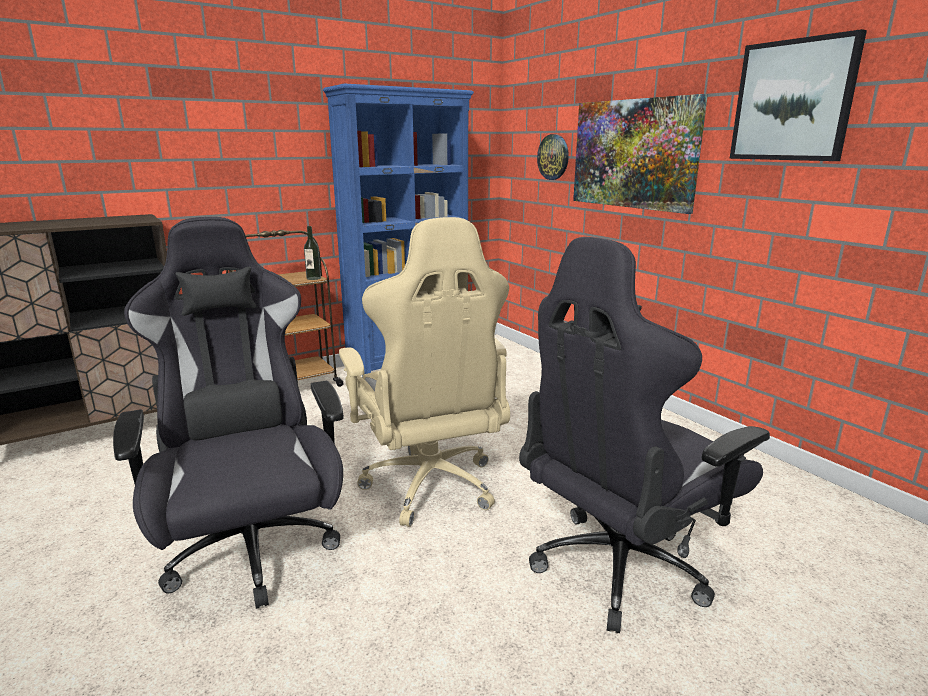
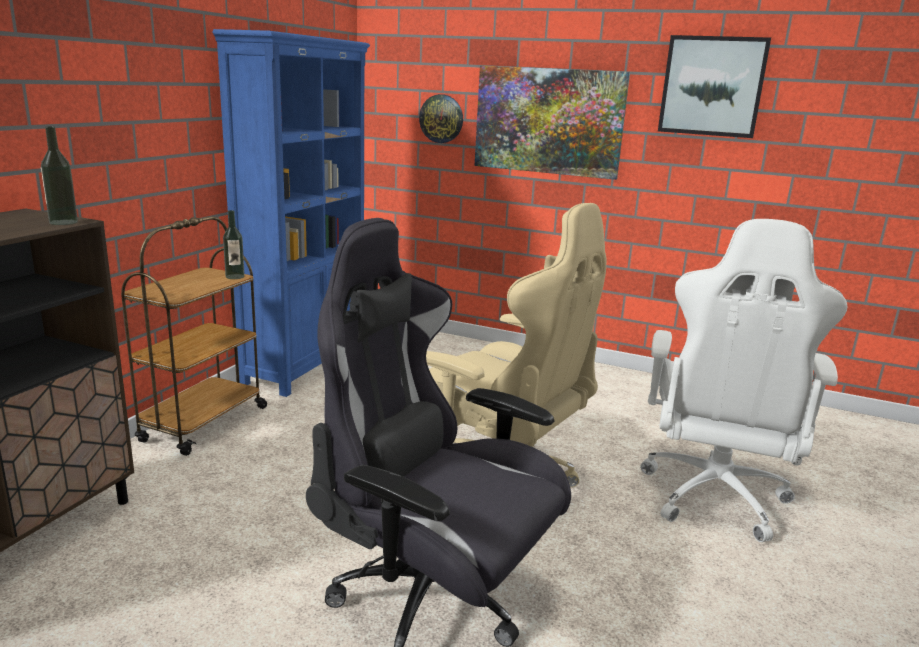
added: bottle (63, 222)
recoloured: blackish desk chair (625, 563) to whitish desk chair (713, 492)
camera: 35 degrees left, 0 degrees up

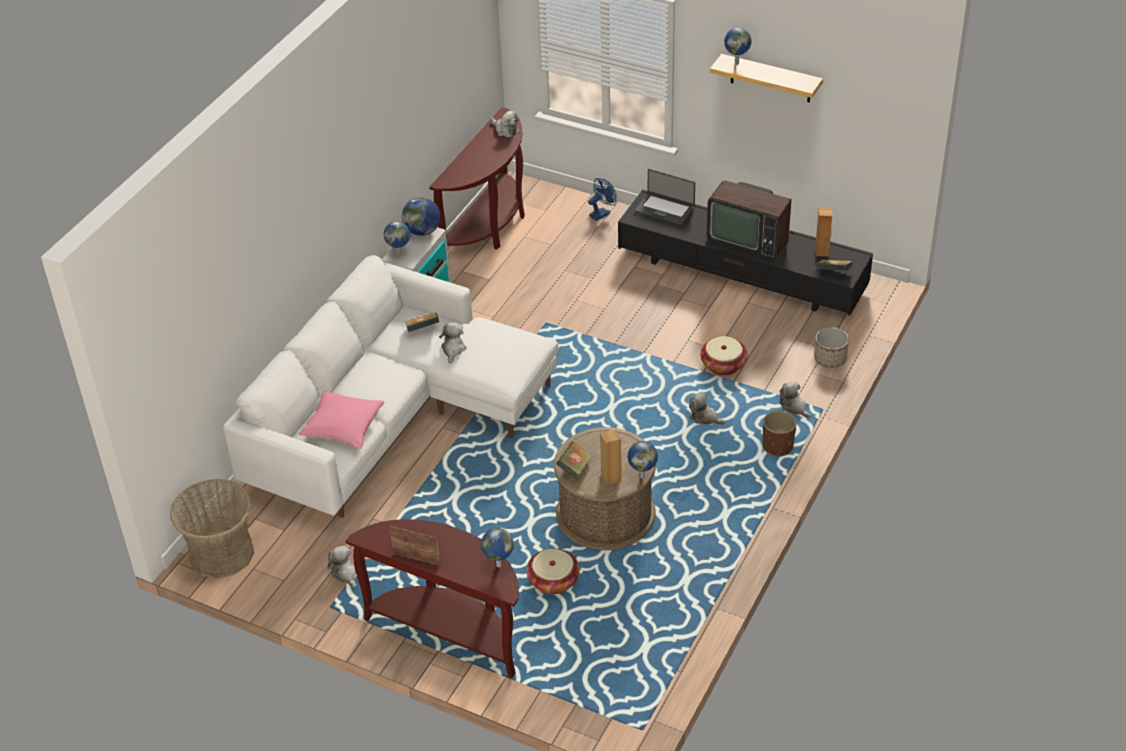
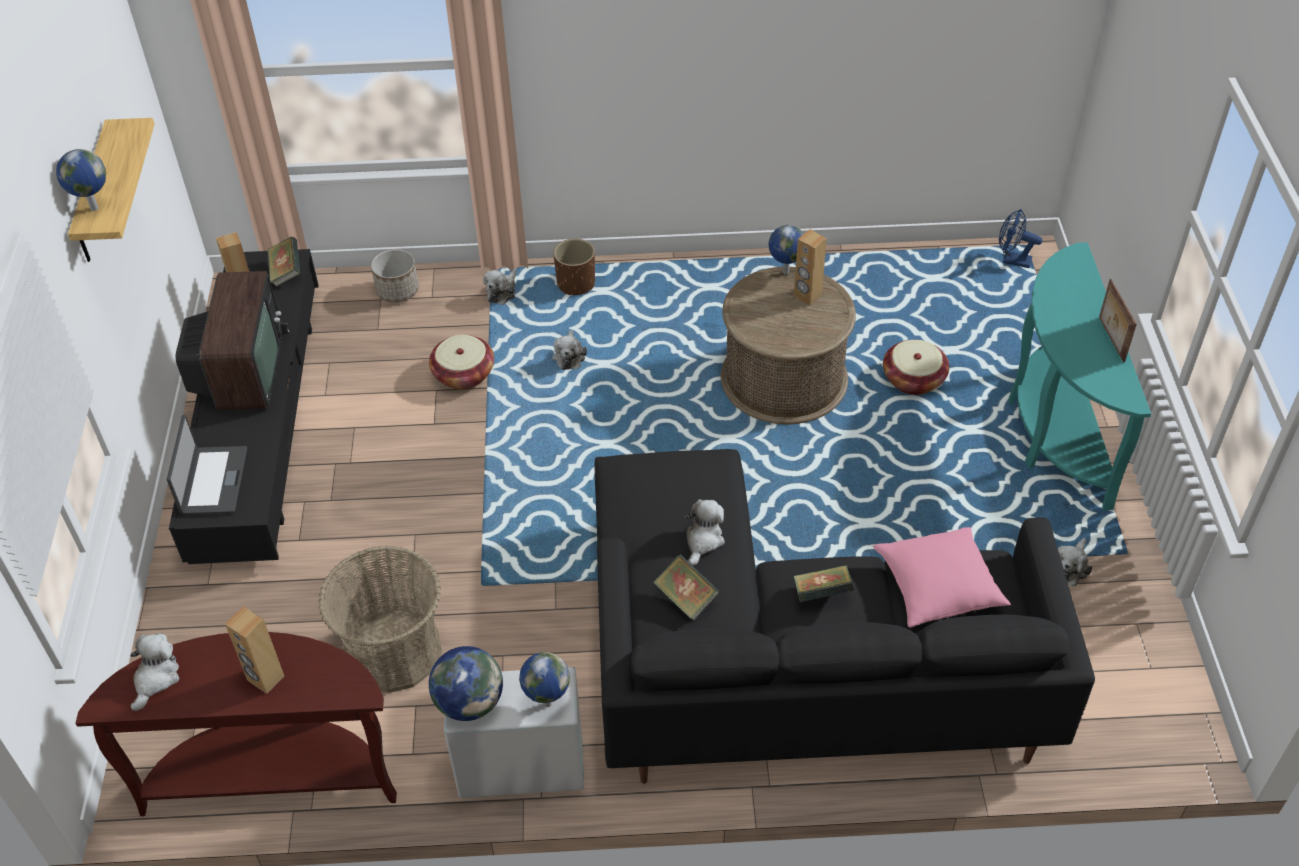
removed: world globe (498, 564)
added: brownish audio speaker (265, 678)
moved: basket (221, 553) to (394, 651); book (574, 468) to (822, 594); bluish fan (602, 213) to (1012, 260)
recoloured: whitish settee (393, 419) to blackish settee (788, 663); brownish console table (450, 631) to blue-green console table (1054, 430)
turned: soft toy (453, 349) = (703, 540) 135 degrees clockwise
camera: 120 degrees left, 5 degrees up

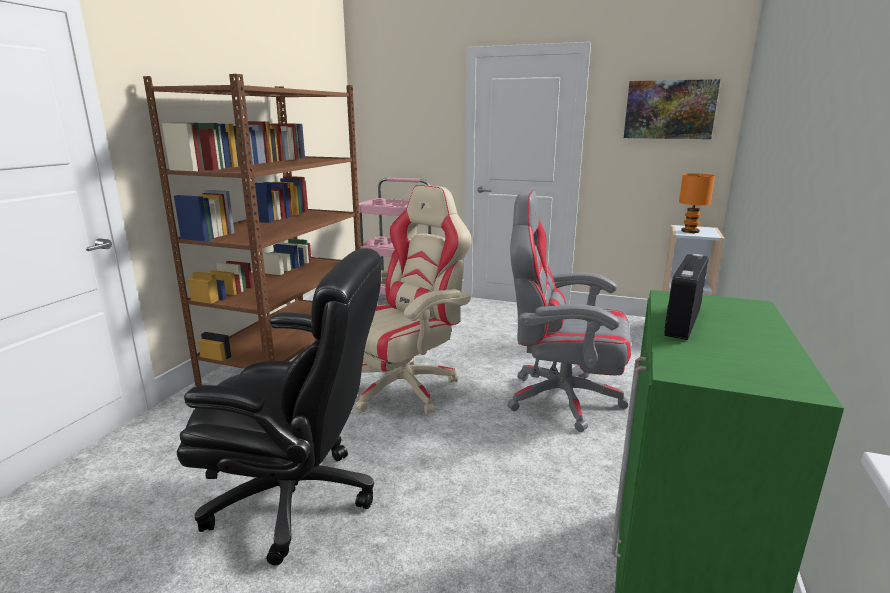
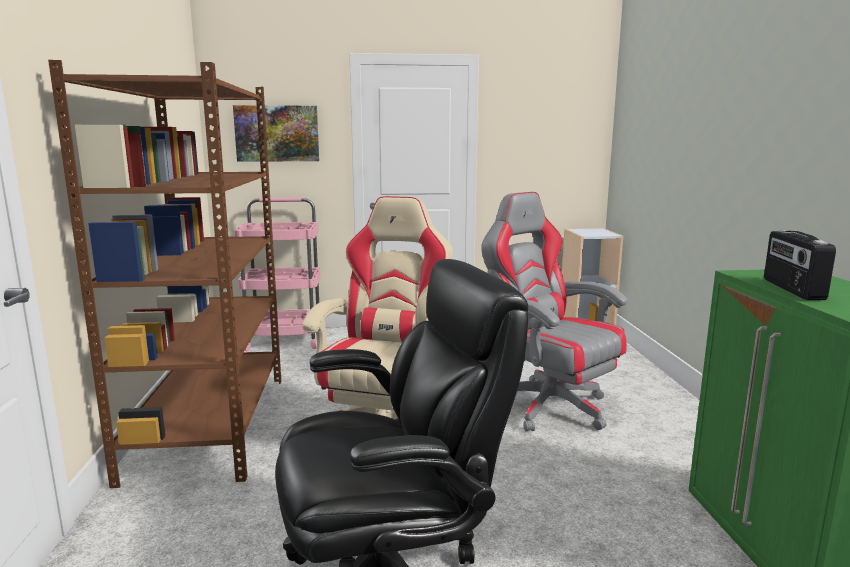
removed: orangey table lamp (690, 231)
moved: wall art (669, 109) to (277, 133)
turned: gray desk chair (563, 399) = (549, 406) 60 degrees clockwise
camera: 25 degrees left, 5 degrees down

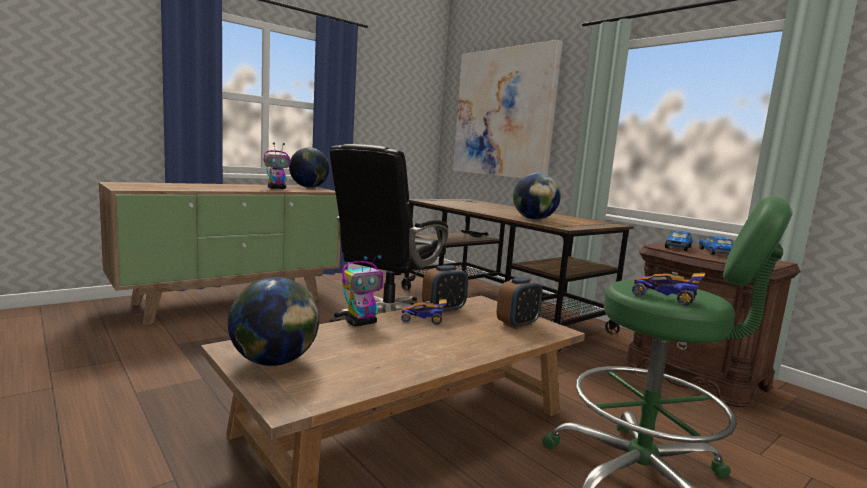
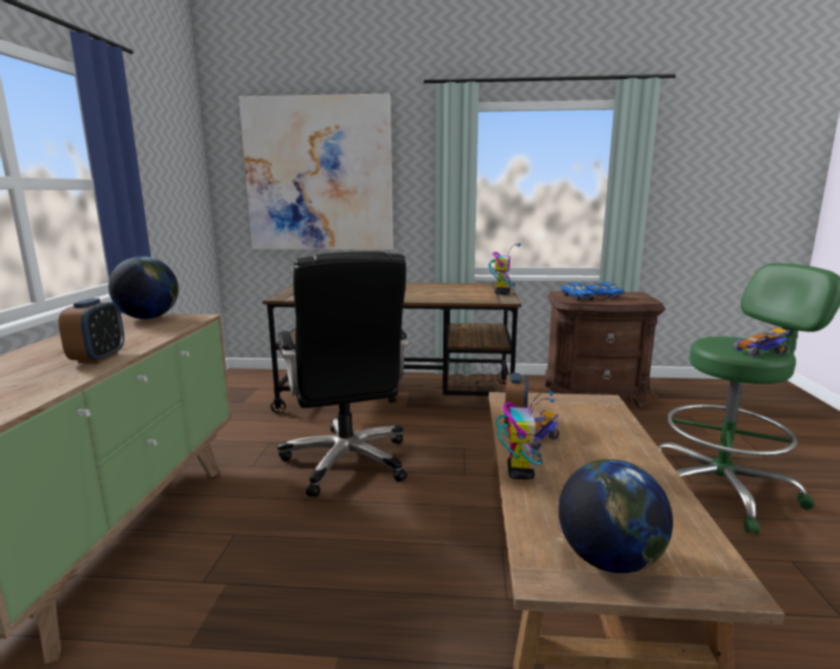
removed: world globe (534, 219)
moved: robot figure (277, 188) to (502, 293); bedside clock (517, 324) to (98, 358)
camera: 45 degrees left, 5 degrees up

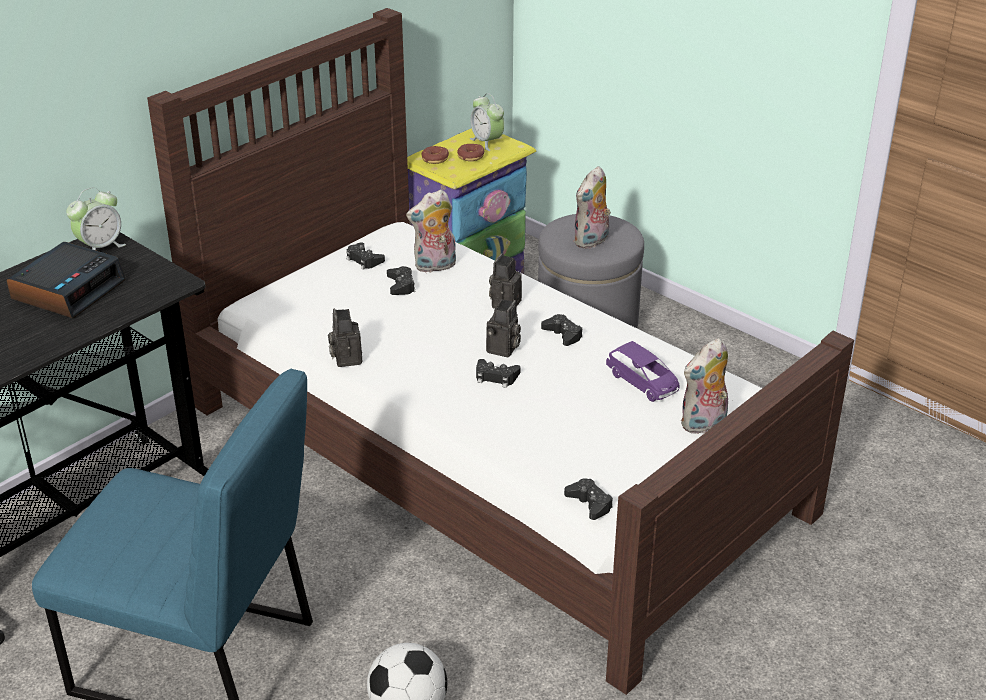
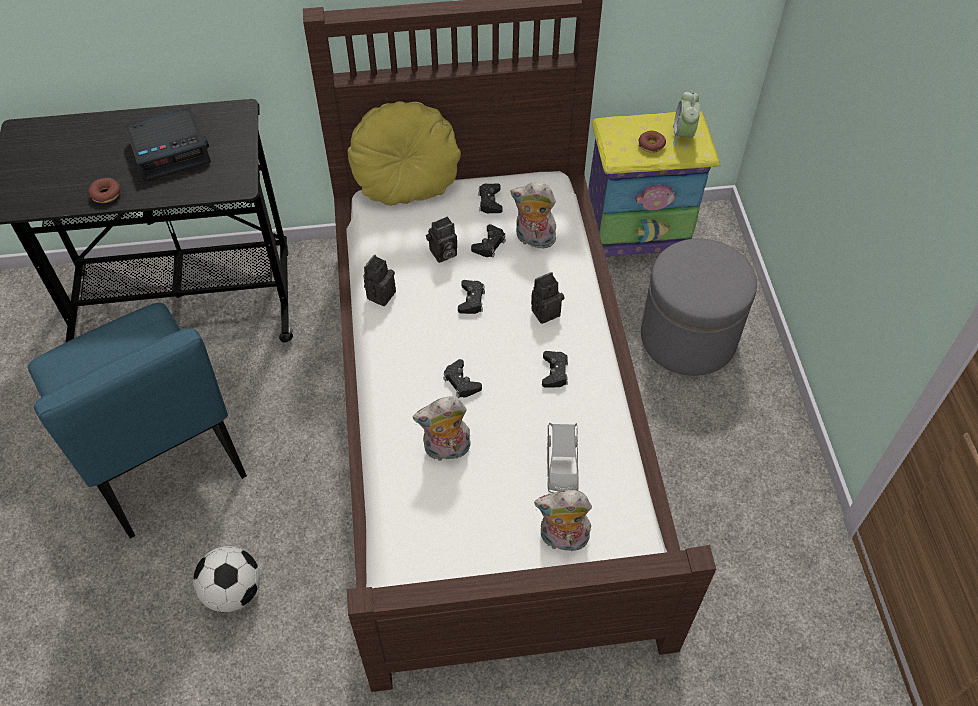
removed: bedside clock (100, 247)
added: yellow-coloured throw pillow (407, 189)
moved: donut (435, 159) to (106, 194); photo camera (503, 350) to (442, 254); blackish joypad (589, 503) to (471, 300); soft toy (592, 241) to (446, 450)
recoloured: purple model car (643, 383) to gray model car (562, 464)
camera: 40 degrees right, 20 degrees up

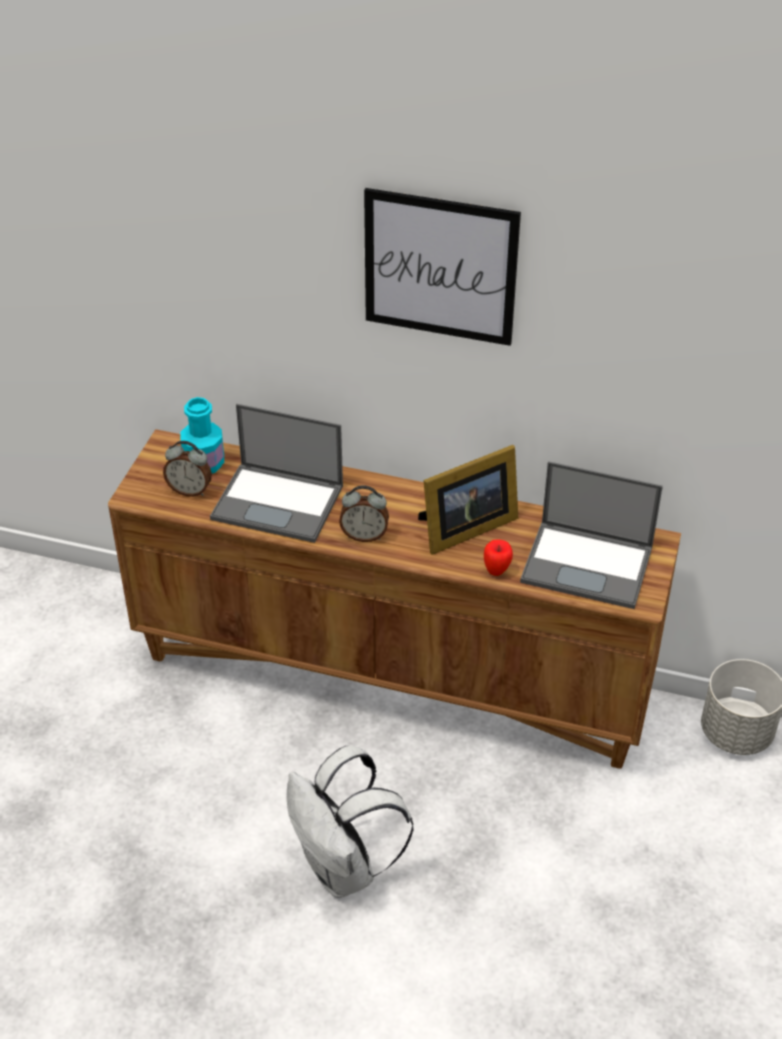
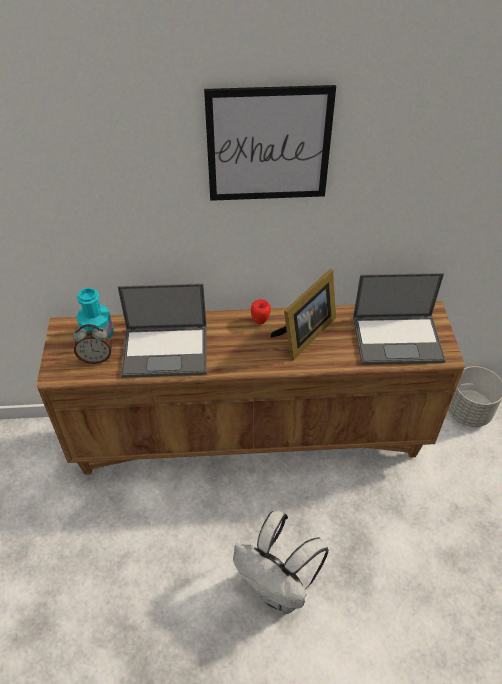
removed: bedside clock (364, 535)
moved: apple fruit (496, 571) to (260, 321)
camera: 20 degrees left, 5 degrees up

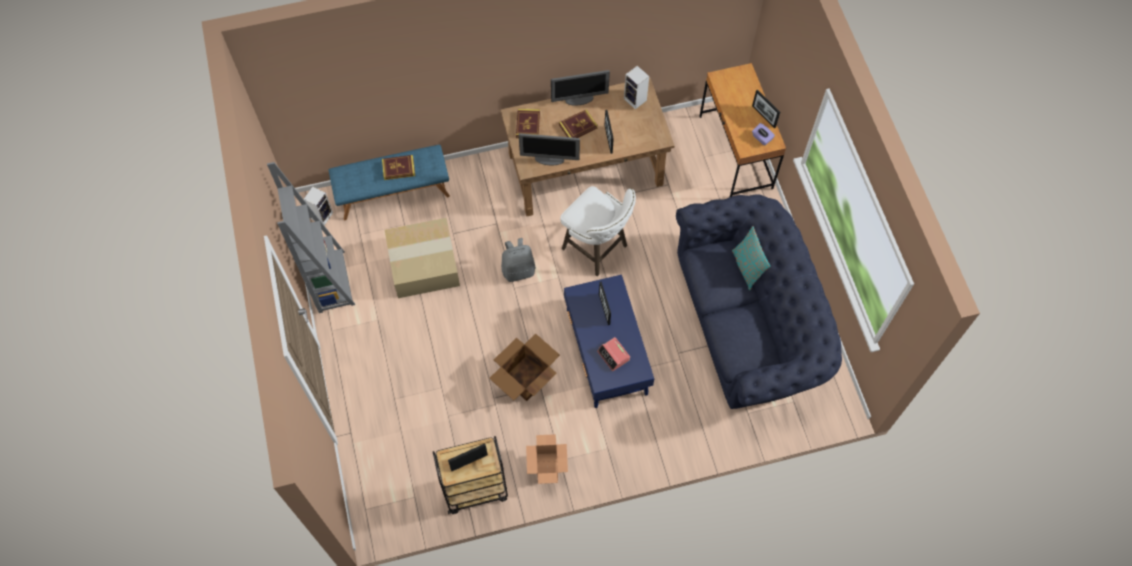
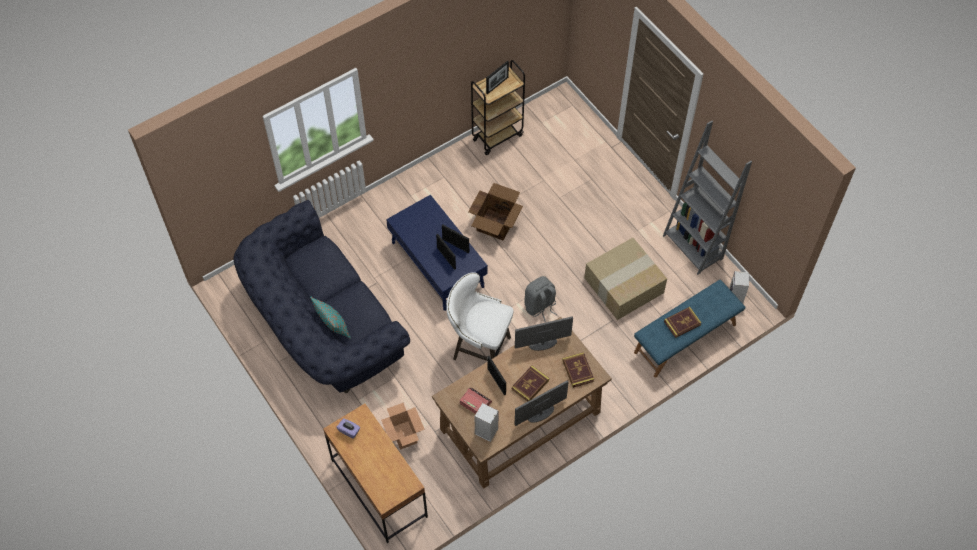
moved: packing box (547, 467) to (404, 435); bedside clock (613, 355) to (475, 402); standing frame (763, 116) to (455, 245)
camera: 160 degrees right, 5 degrees down

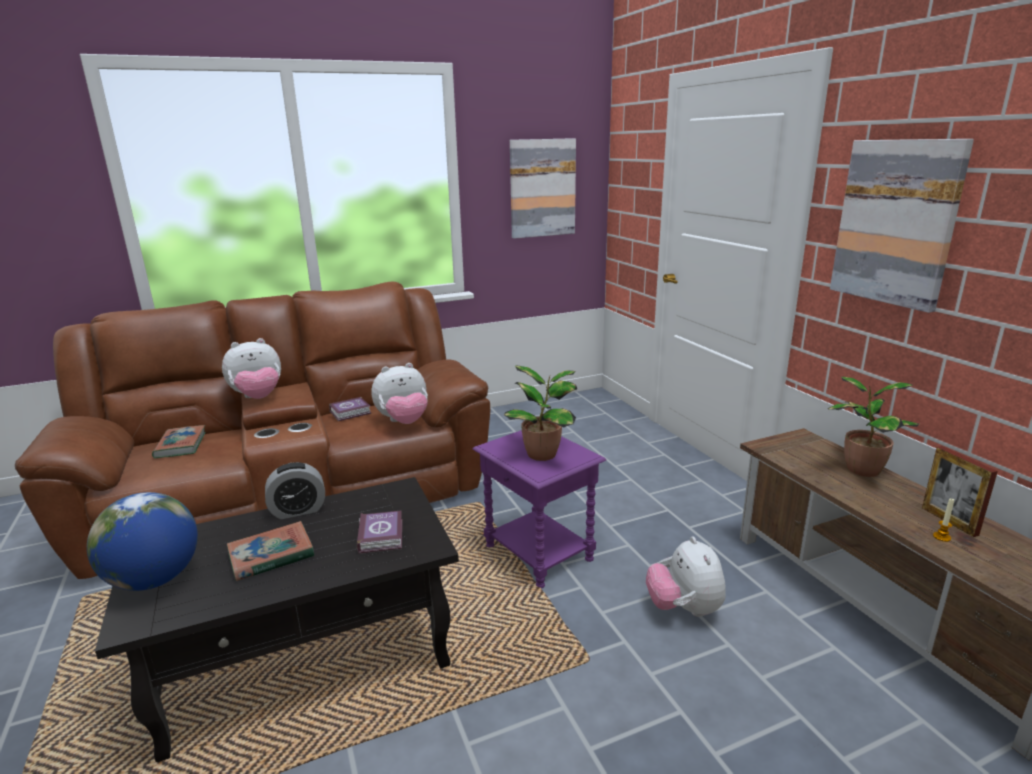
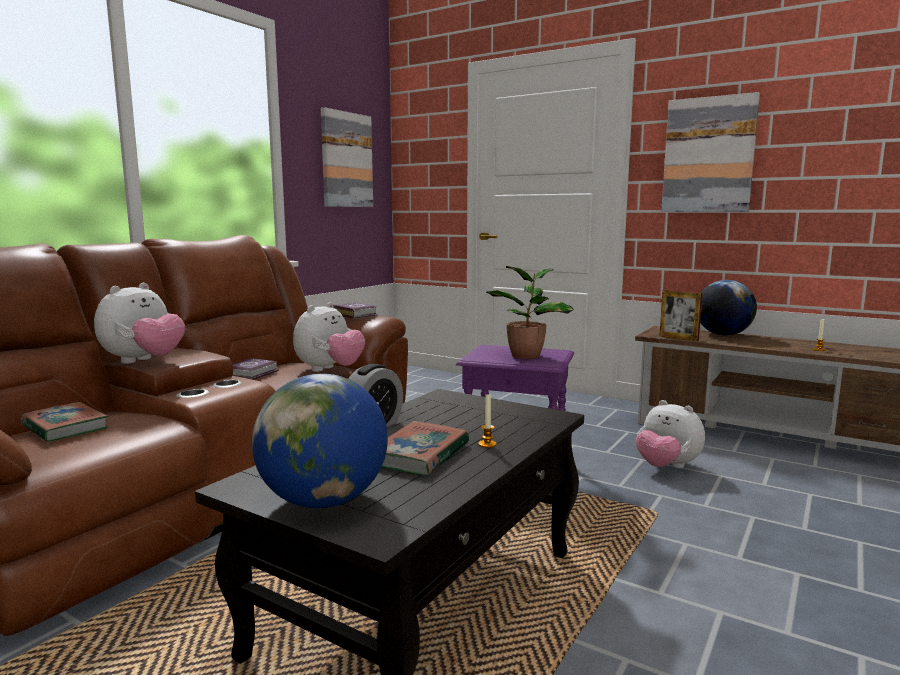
added: candle (487, 444)
moved: book (382, 535) to (354, 314); standing frame (949, 521) to (678, 338)
replaced: houseplant (860, 469) to world globe (723, 335)
camera: 35 degrees left, 10 degrees down

